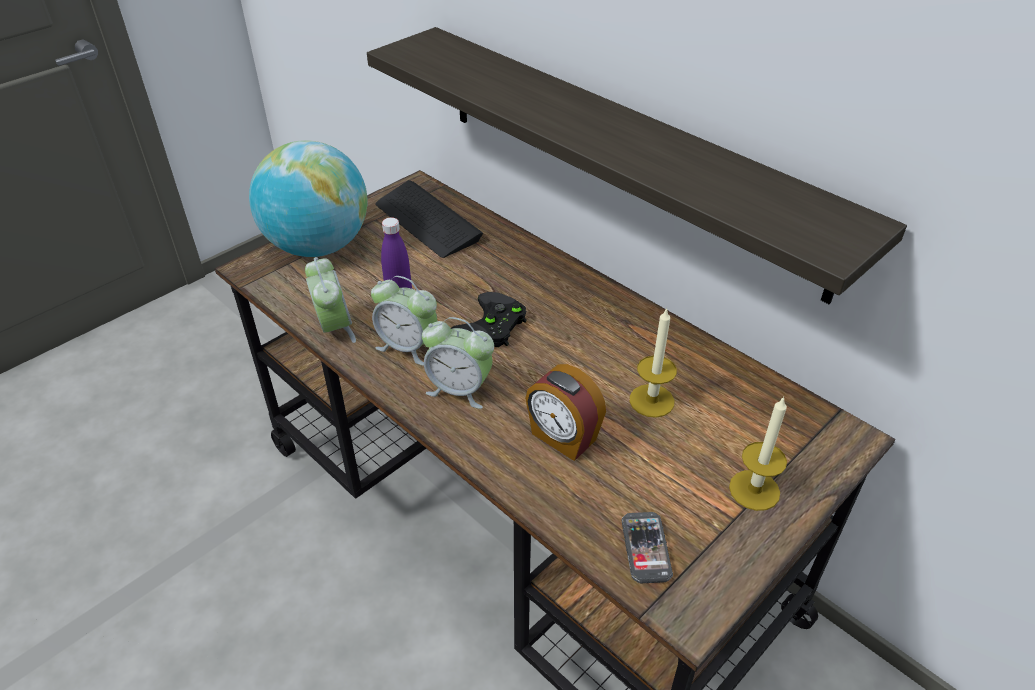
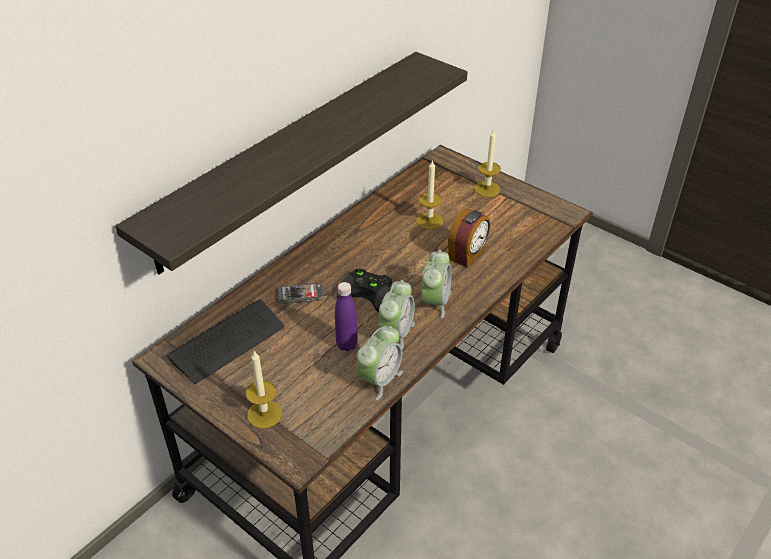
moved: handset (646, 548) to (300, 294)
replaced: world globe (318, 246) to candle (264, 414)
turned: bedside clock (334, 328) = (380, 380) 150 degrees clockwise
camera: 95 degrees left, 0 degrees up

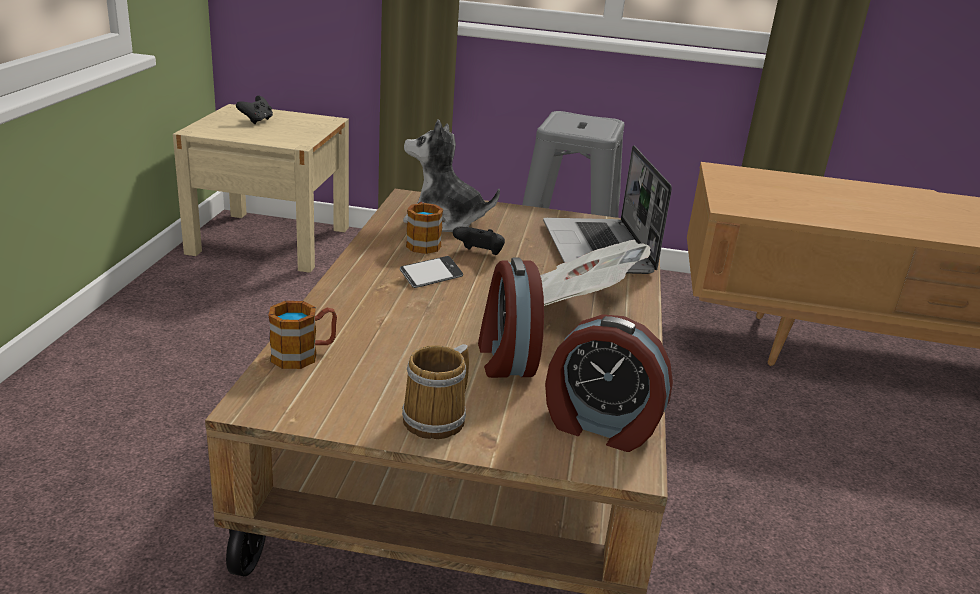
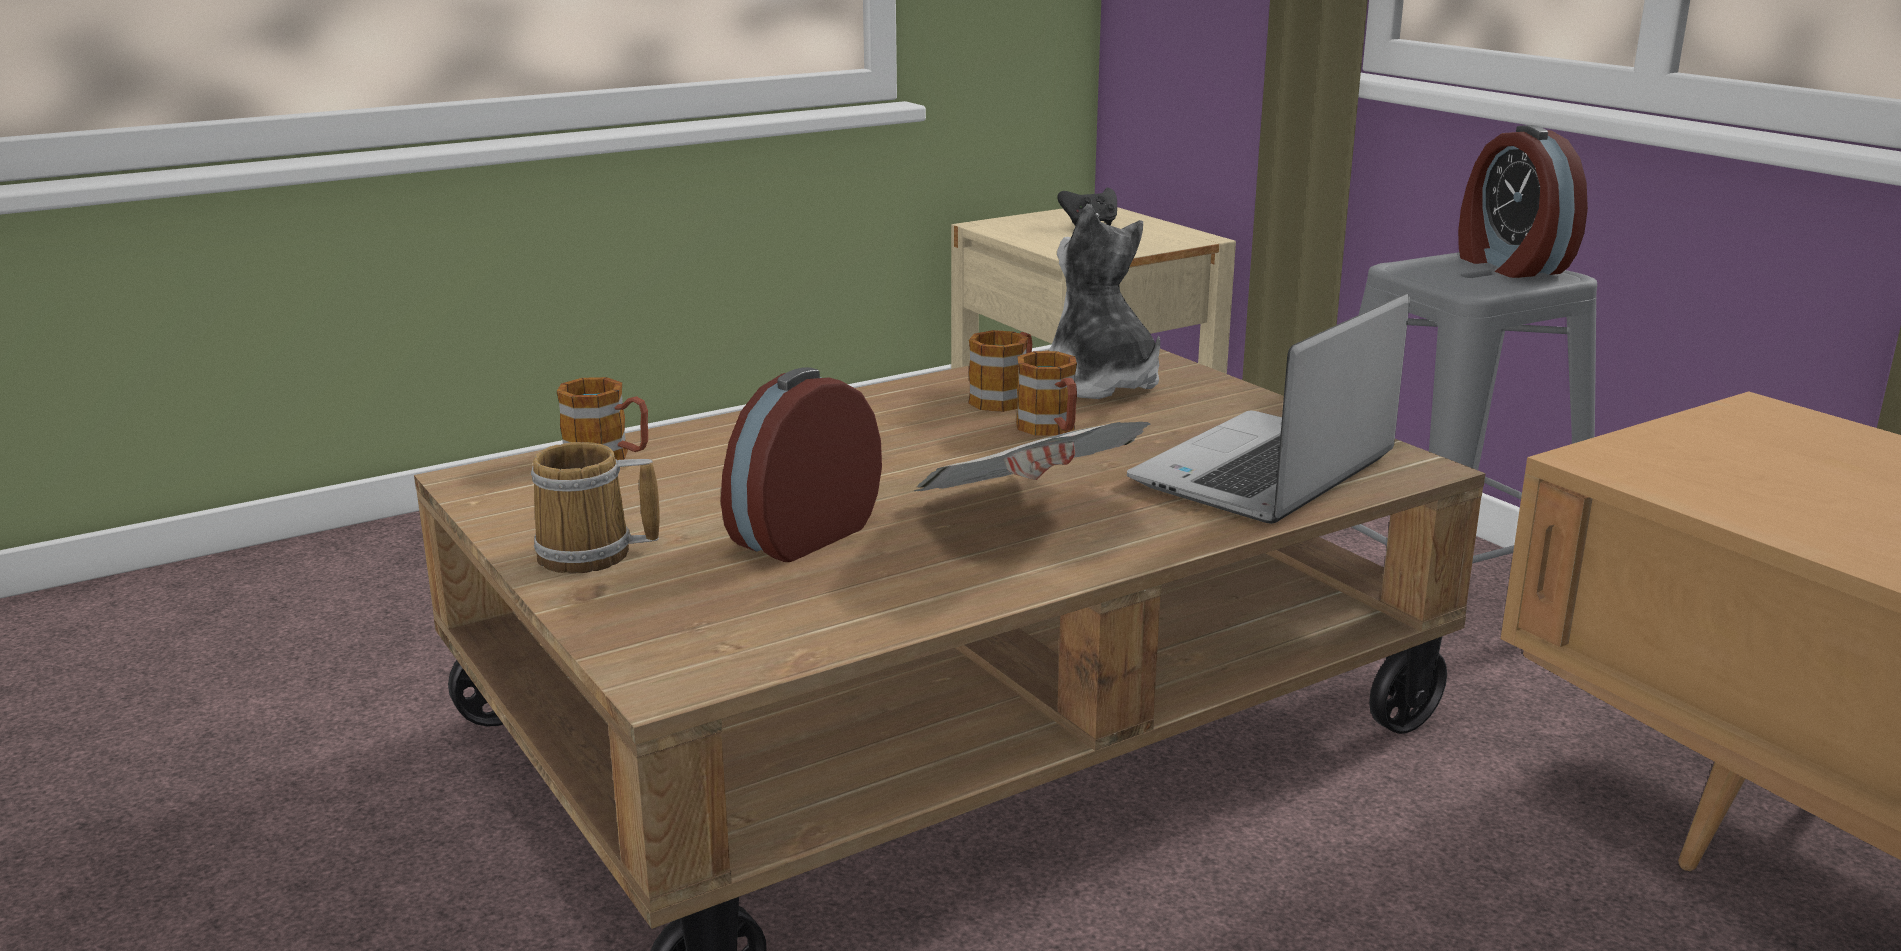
removed: handset (431, 277)
moved: bedside clock (600, 427) to (1509, 265)
replaced: blackish joypad (479, 255) to mug (1051, 430)
camera: 50 degrees right, 5 degrees down

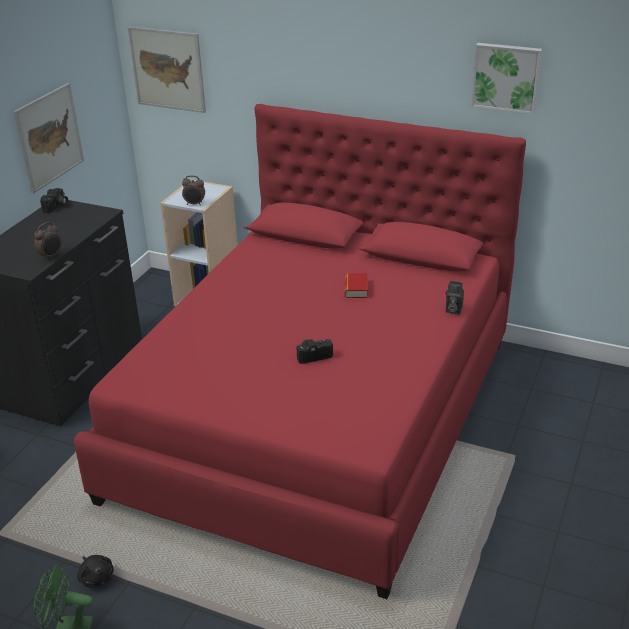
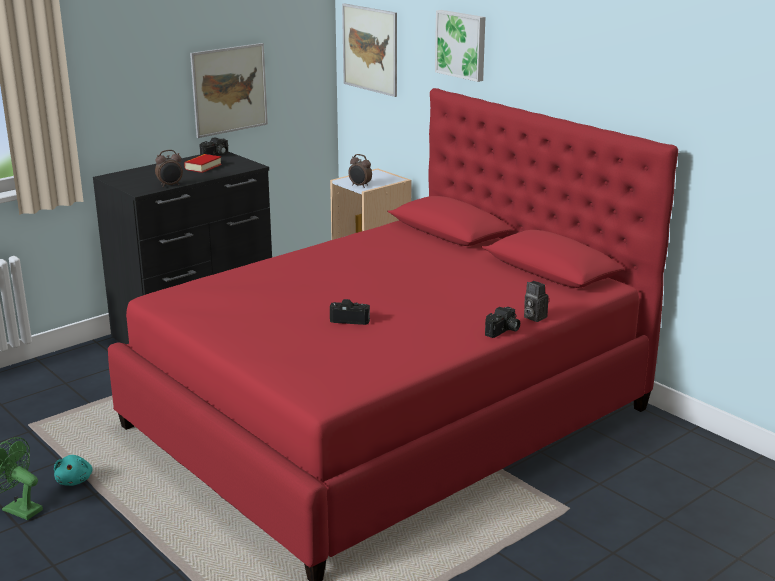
added: photo camera (503, 331)
moved: book (356, 289) to (203, 167); wall art (506, 77) to (462, 45)
recoloured: blackish soft toy (96, 577) to blue-green soft toy (74, 480)
camera: 25 degrees right, 10 degrees down

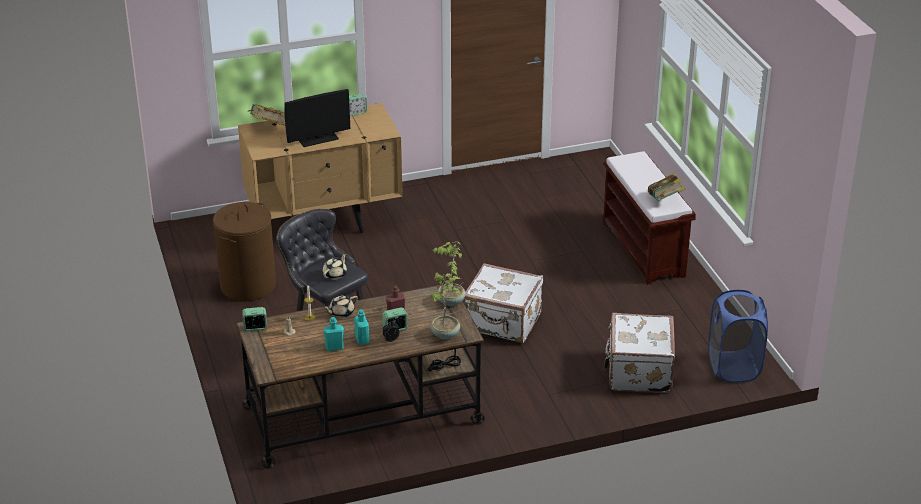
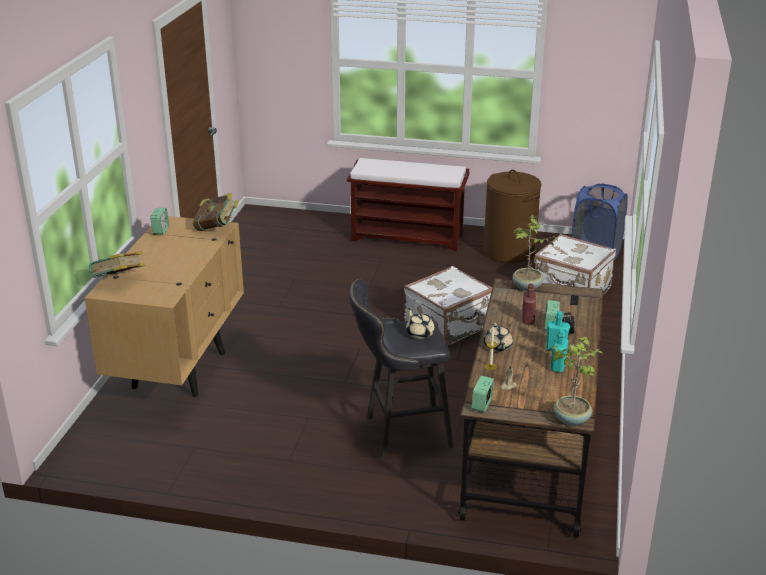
removed: computer screen (318, 139)
moved: brownish washing basket (248, 285) to (509, 251); houseplant (446, 334) to (572, 419); book (665, 200) to (217, 228)
camera: 60 degrees left, 5 degrees down

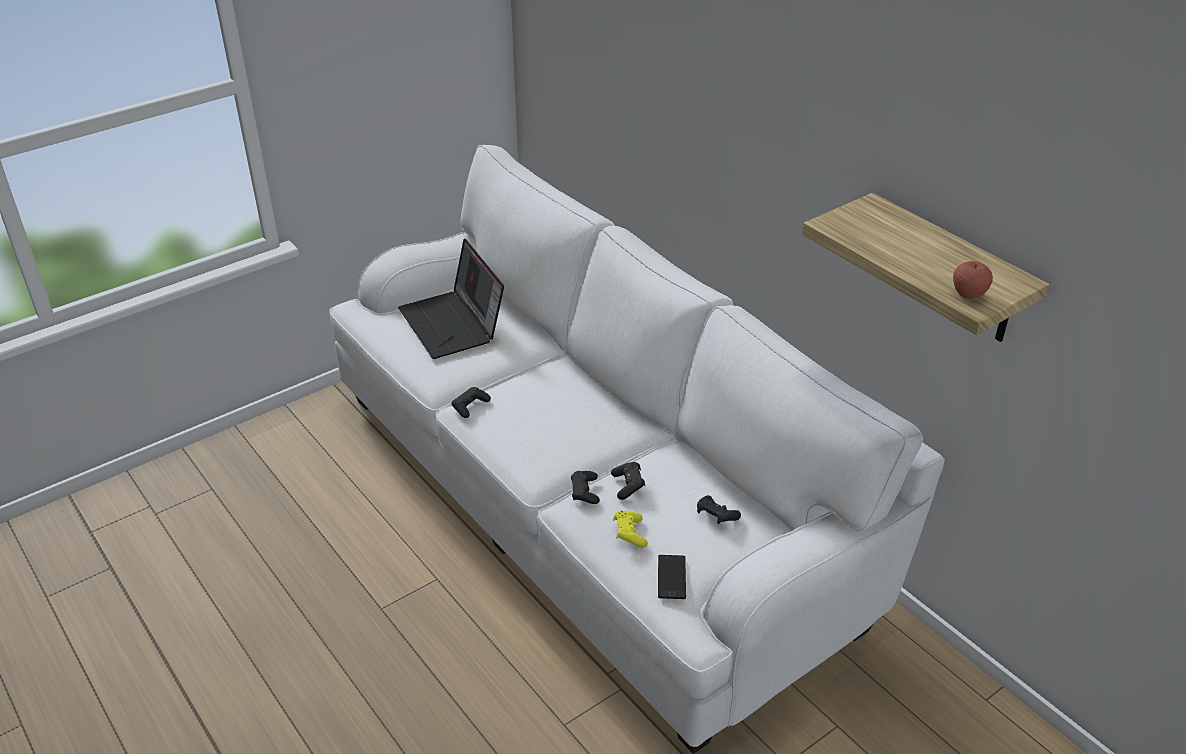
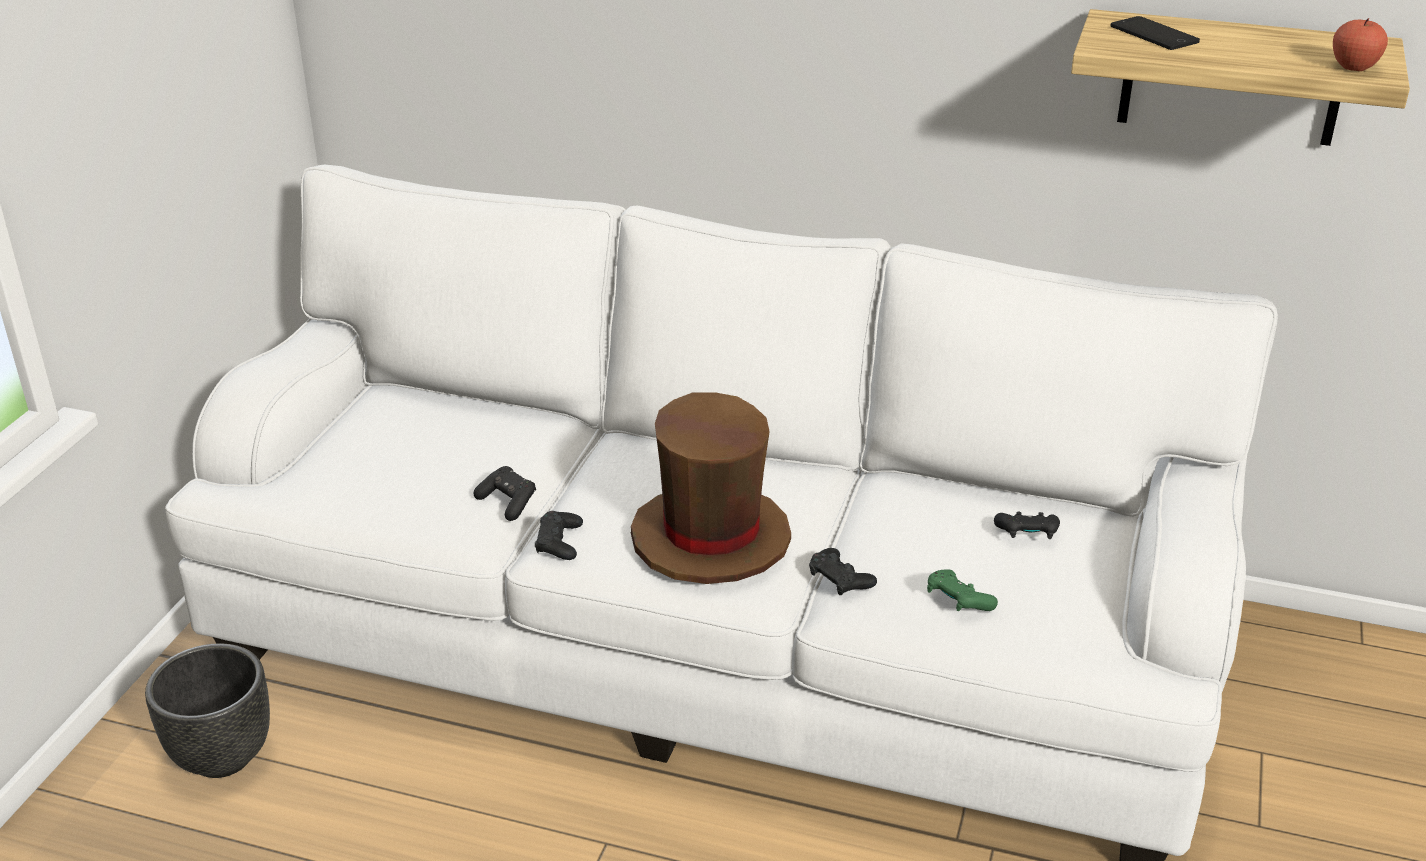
removed: portable computer (453, 325)
added: blackish planter (221, 757); brownish clothing hat (710, 538)
moved: blackish joypad (628, 486) to (508, 502); handset (671, 577) to (1154, 34)
recoloured: yellow-coloured joypad (629, 534) to greenish joypad (957, 602)
camera: 35 degrees left, 5 degrees down

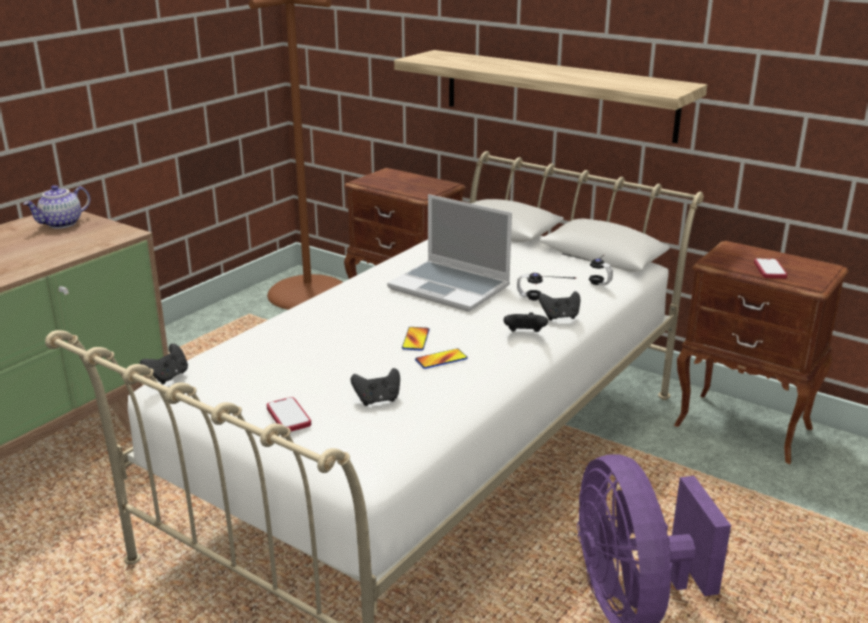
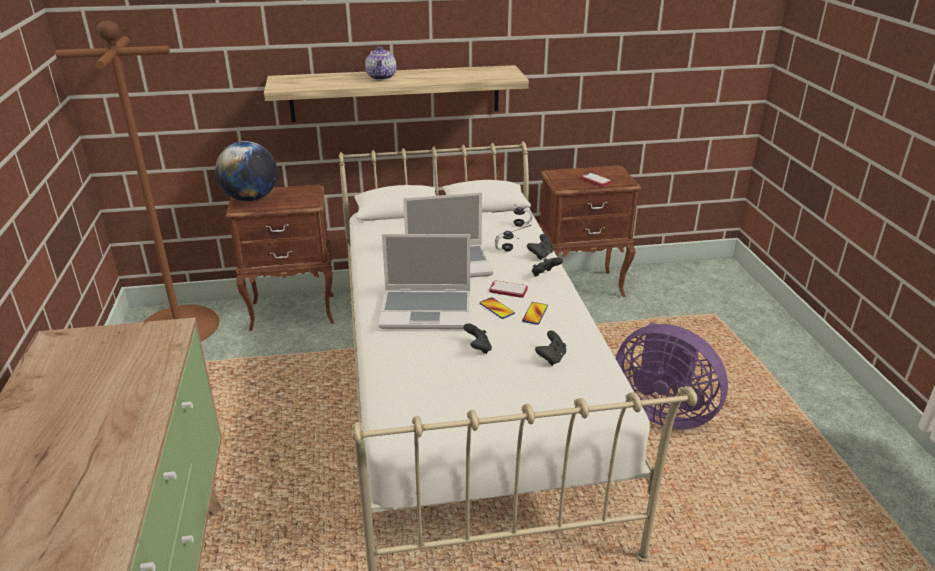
added: world globe (251, 199); portable computer (427, 310)
moved: teapot (62, 224) to (382, 77); blackish joypad (168, 377) to (478, 348); handset (288, 416) to (508, 290)
camera: 45 degrees left, 5 degrees up

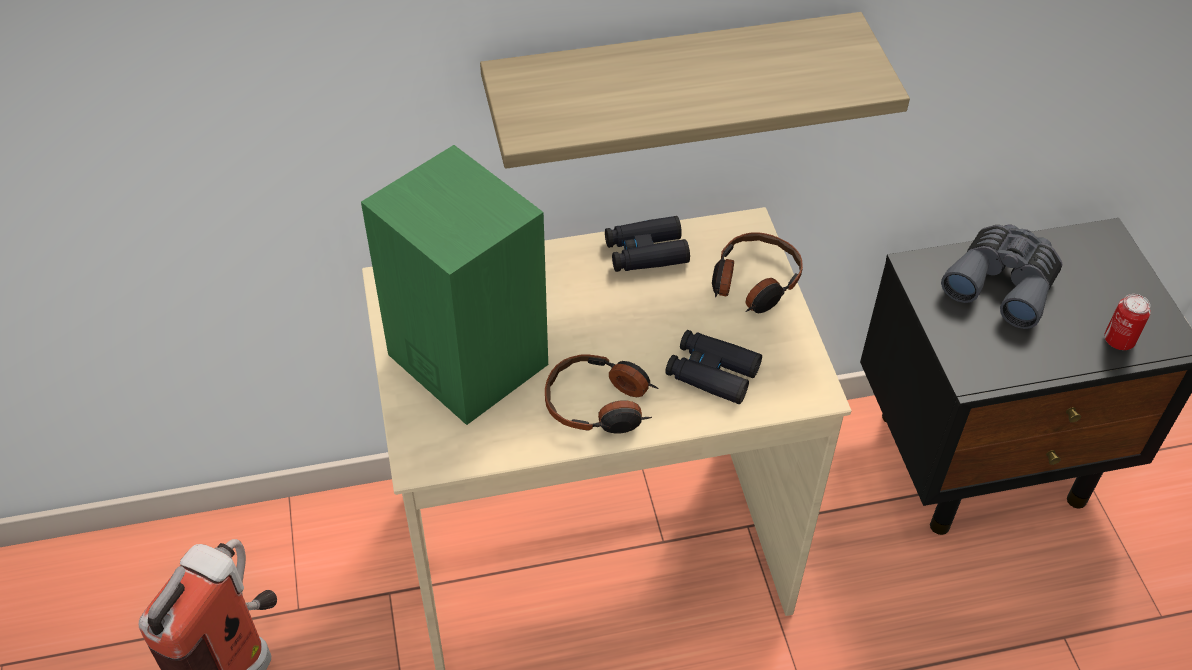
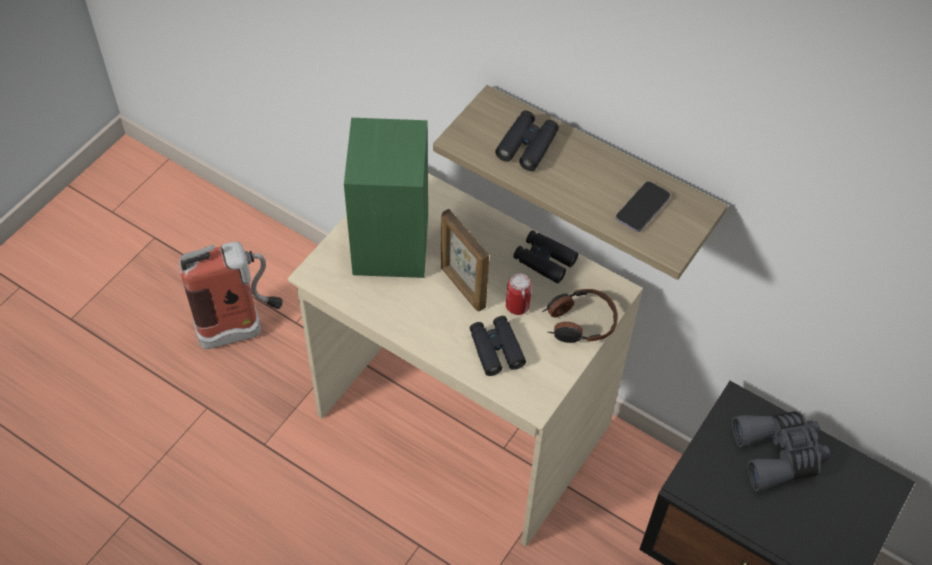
removed: headset (600, 404)
added: standing frame (462, 287); blackish pair of binoculars (527, 145); handset (642, 208)
moved: sealed can (1119, 340) to (517, 306)
camera: 45 degrees right, 5 degrees up

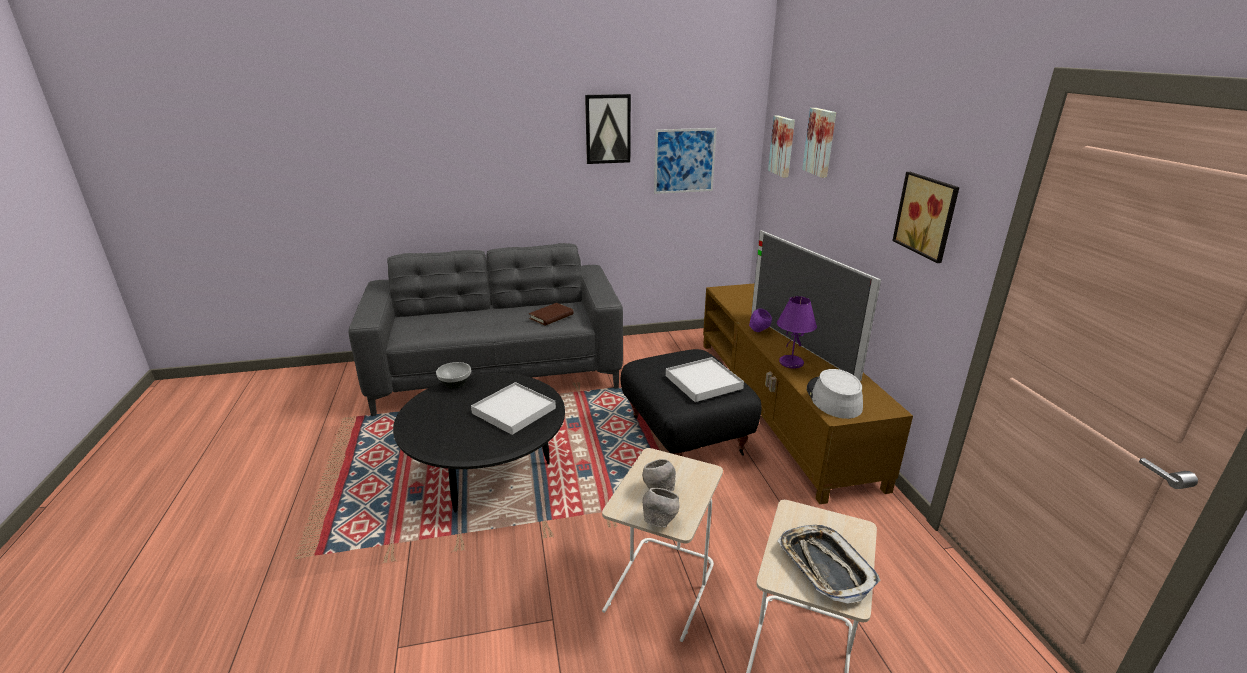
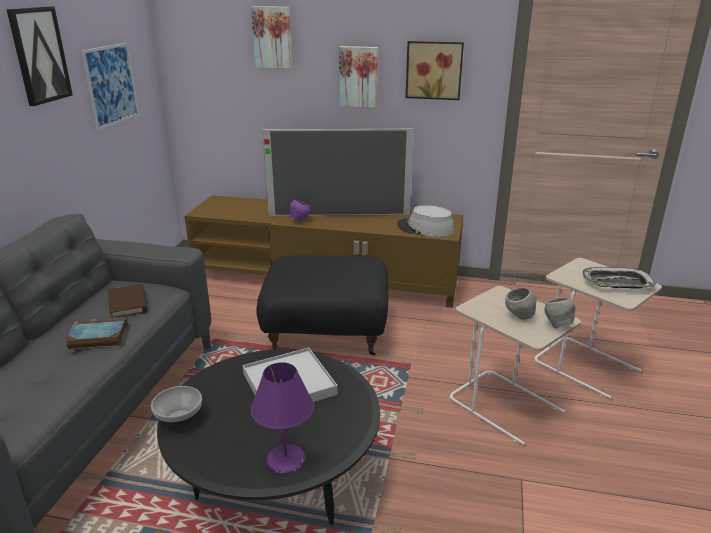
removed: whitish tray (703, 382)
added: book (97, 337)
moved: wall art (783, 146) to (358, 76); purple table lamp (791, 363) to (286, 462)
camera: 65 degrees left, 0 degrees up

